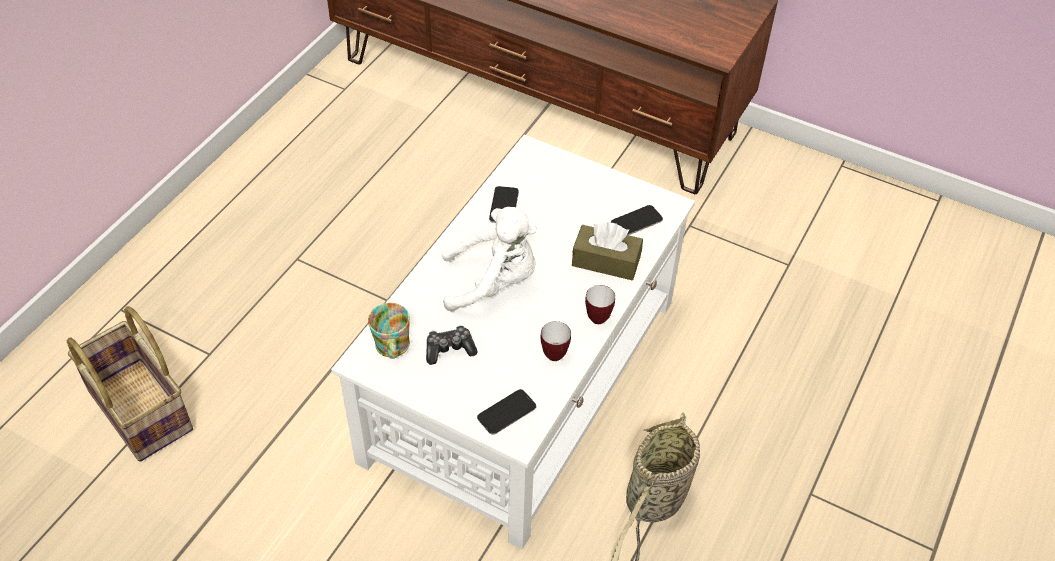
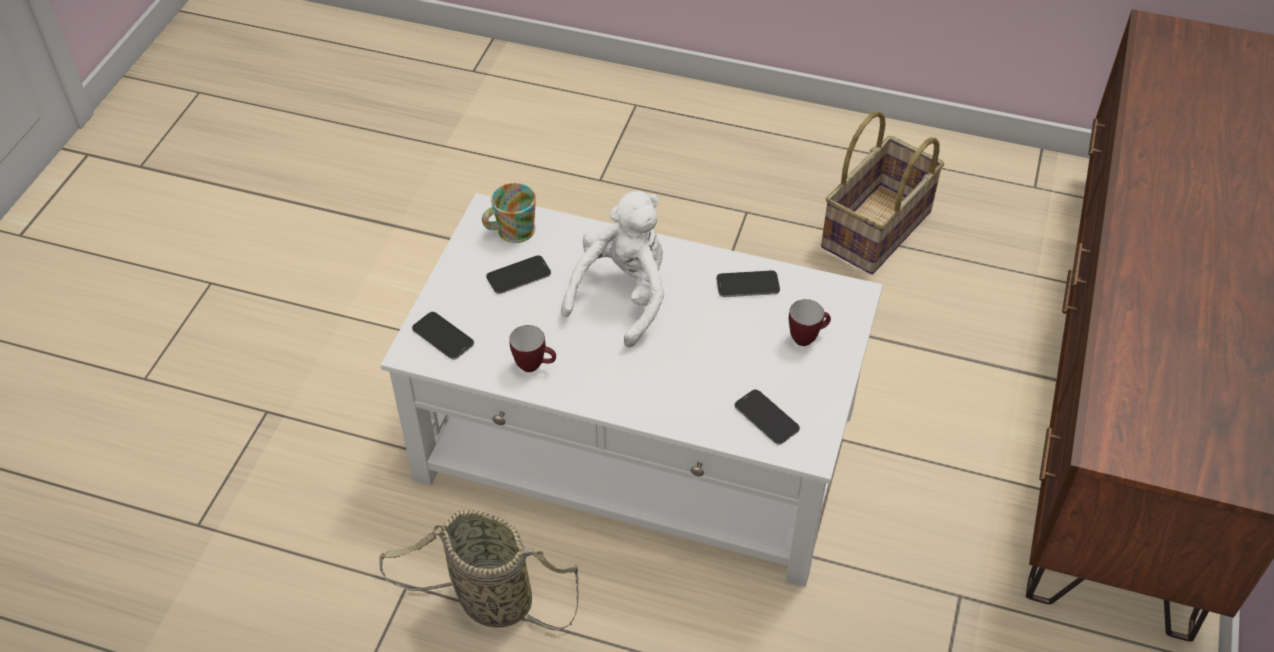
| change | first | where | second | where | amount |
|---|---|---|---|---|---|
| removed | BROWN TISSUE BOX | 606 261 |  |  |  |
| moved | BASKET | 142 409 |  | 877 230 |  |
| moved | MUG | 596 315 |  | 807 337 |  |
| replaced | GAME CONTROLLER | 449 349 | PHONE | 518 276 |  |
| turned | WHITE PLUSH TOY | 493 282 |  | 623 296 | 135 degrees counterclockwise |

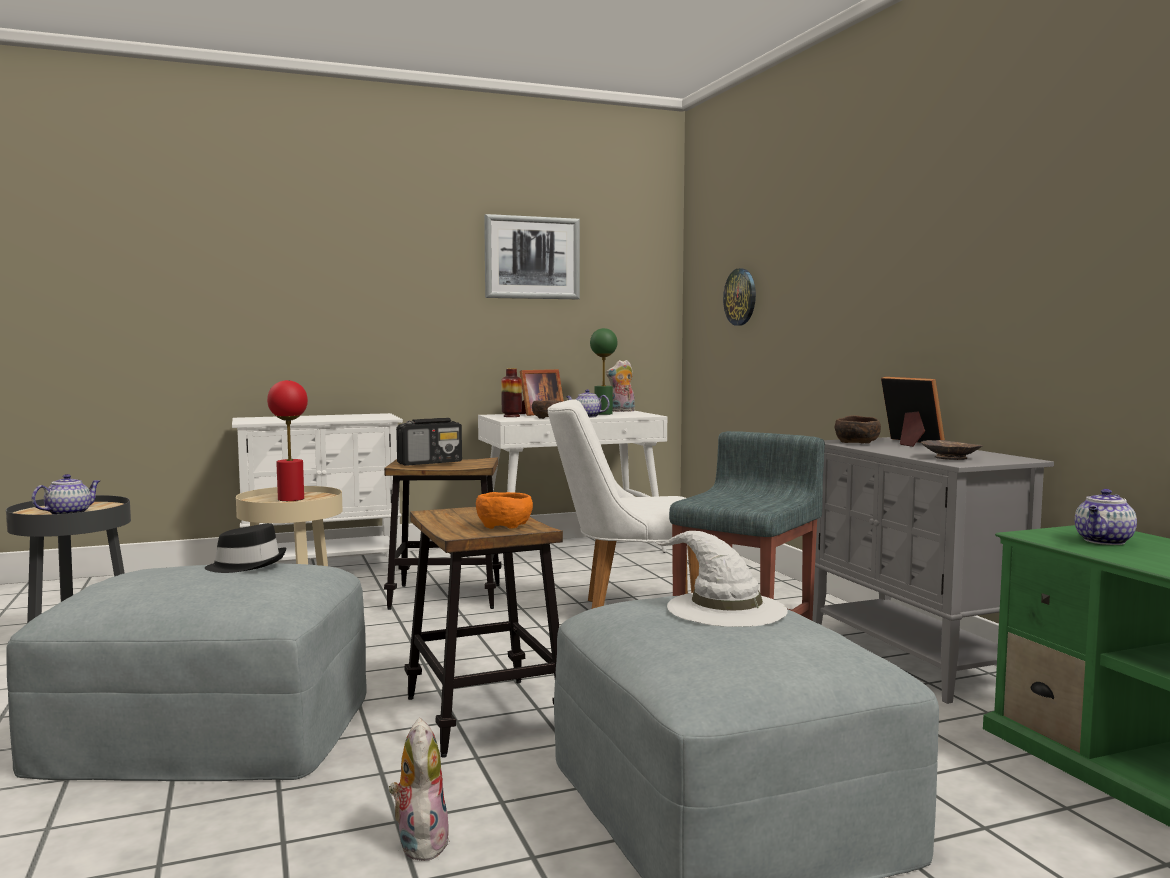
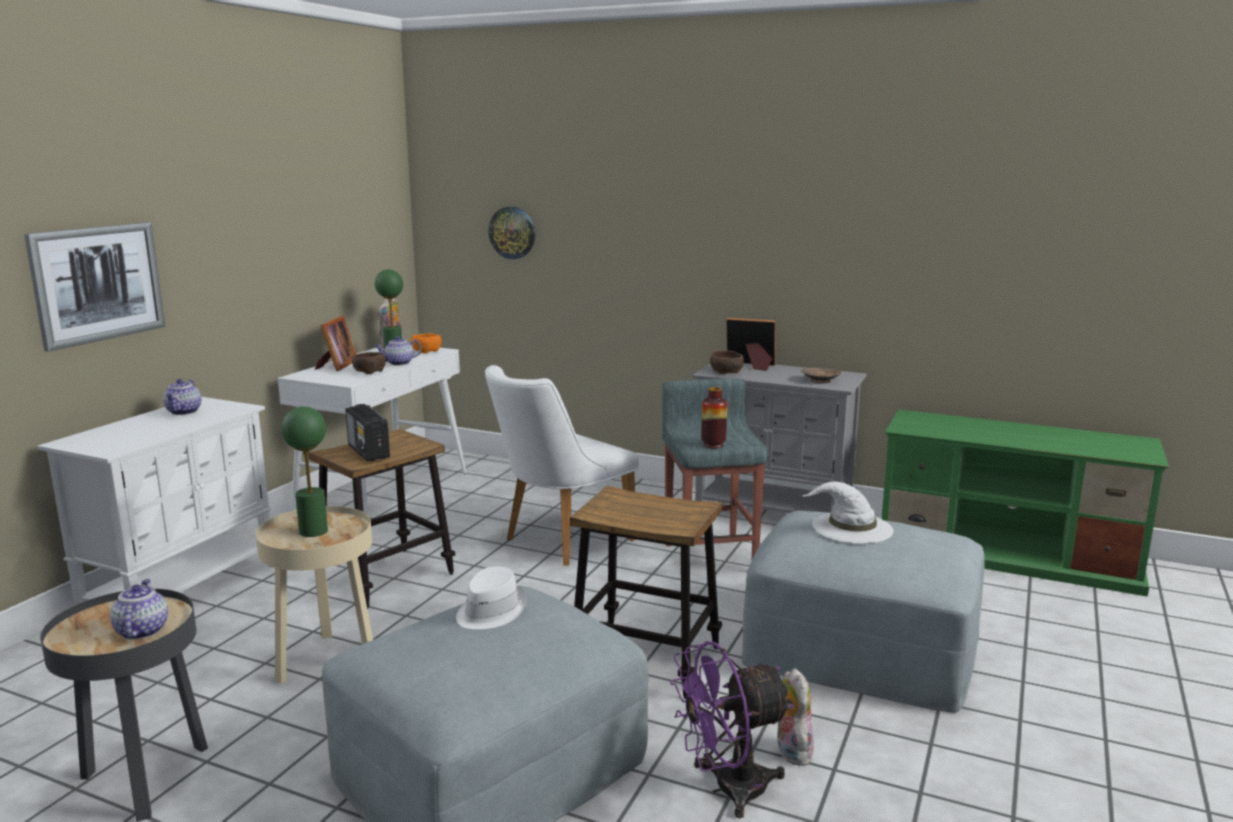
| change | first | where | second | where | amount |
|---|---|---|---|---|---|
| added |  |  | PURPLE FAN | 727 789 |  |
| moved | ORANGE BOWL | 503 525 |  | 426 351 |  |
| moved | PICTURE | 532 258 |  | 98 283 |  |
| moved | VASE | 511 416 |  | 713 445 |  |
| moved | TEAPOT | 1104 541 |  | 184 412 |  |
| recoloured | BLACK HAT | 247 565 | WHITE HAT | 490 611 |  |
| recoloured | RED TABLE LAMP | 291 499 | GREEN TABLE LAMP | 313 531 |  |
| turned | PLUSH TOY | 419 842 |  | 790 751 | 45 degrees clockwise |
| turned | RADIO | 430 462 |  | 368 452 | 135 degrees clockwise |

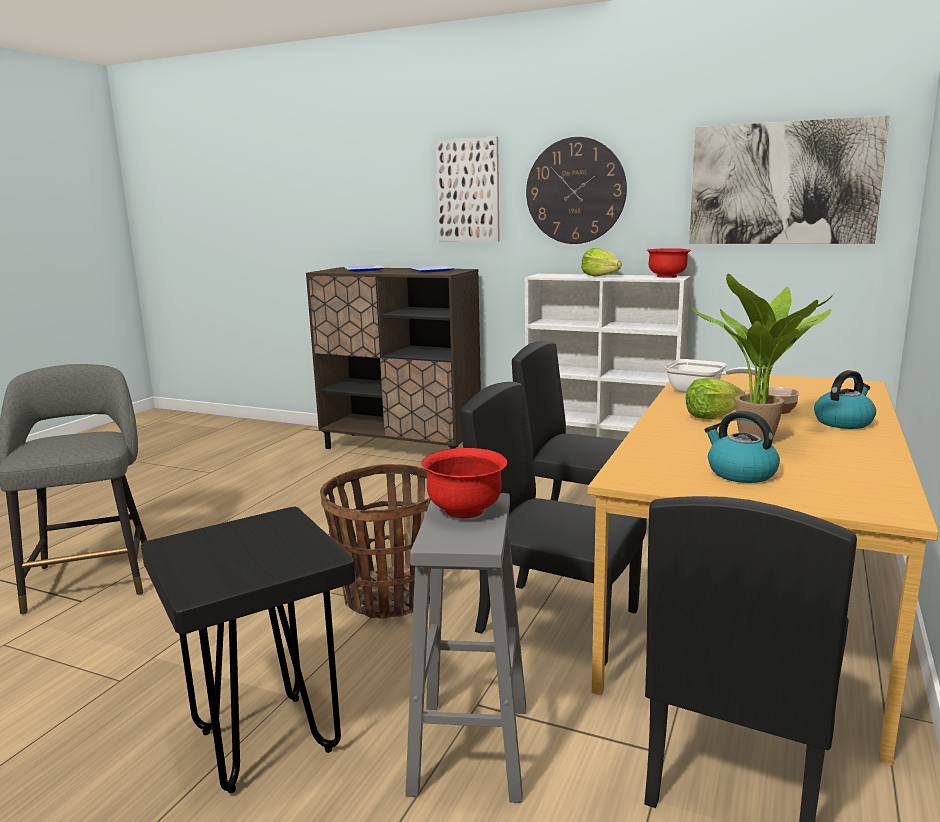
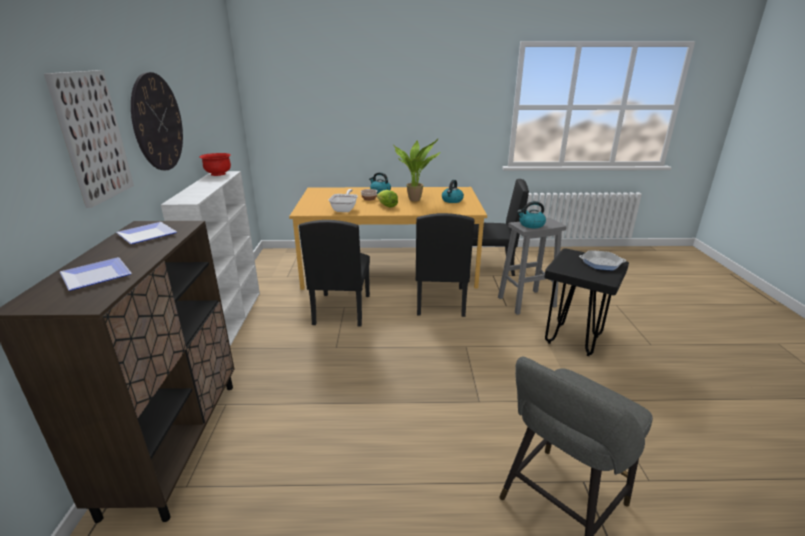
| change | first | where | second | where | amount |
|---|---|---|---|---|---|
| removed | BASKET | 390 597 |  |  |  |
| removed | LETTUCE | 600 276 |  |  |  |
| removed | PICTURE | 783 183 |  |  |  |
| added |  |  | FRYING PAN | 601 263 |  |
| replaced | RED BOWL | 465 511 | KETTLE | 531 225 |  |

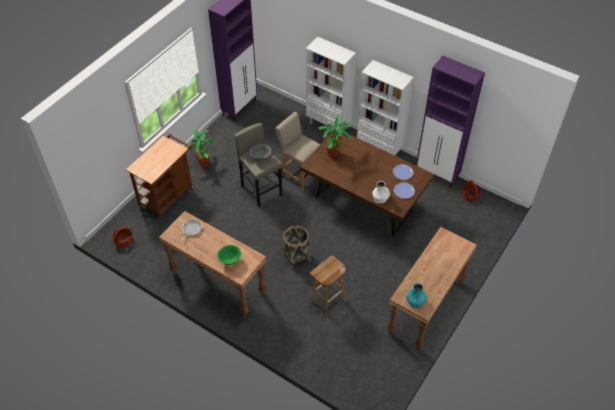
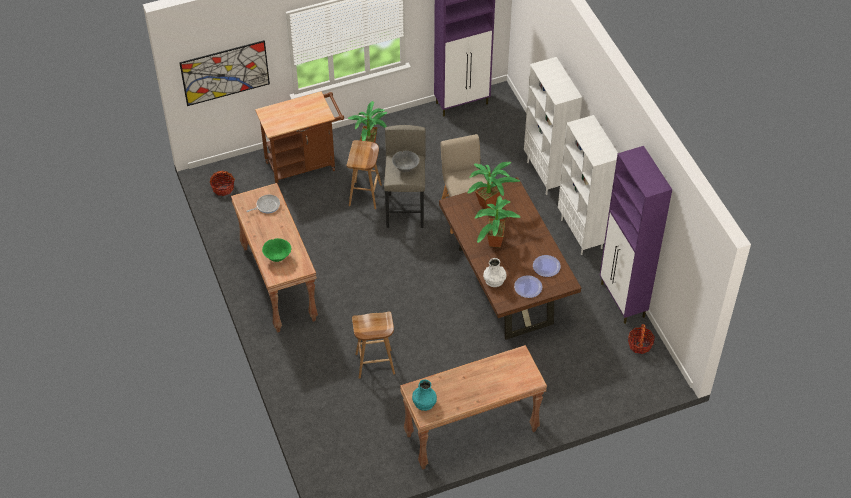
| change | first | where | second | where | amount |
|---|---|---|---|---|---|
| removed | BASKET | 296 256 |  |  |  |
| added |  |  | PICTURE | 225 73 |  |
| added |  |  | BROWN STOOL | 365 195 |  |
| added |  |  | POTTED PLANT | 493 245 |  |

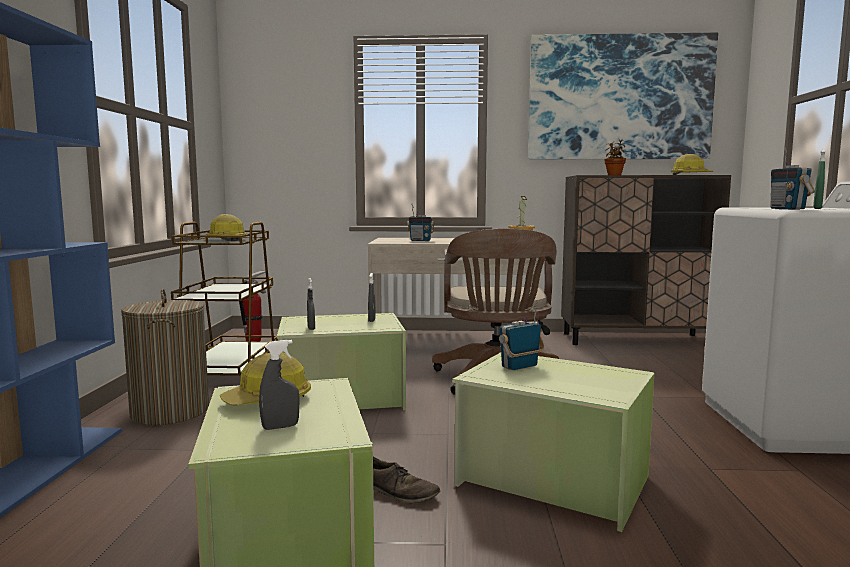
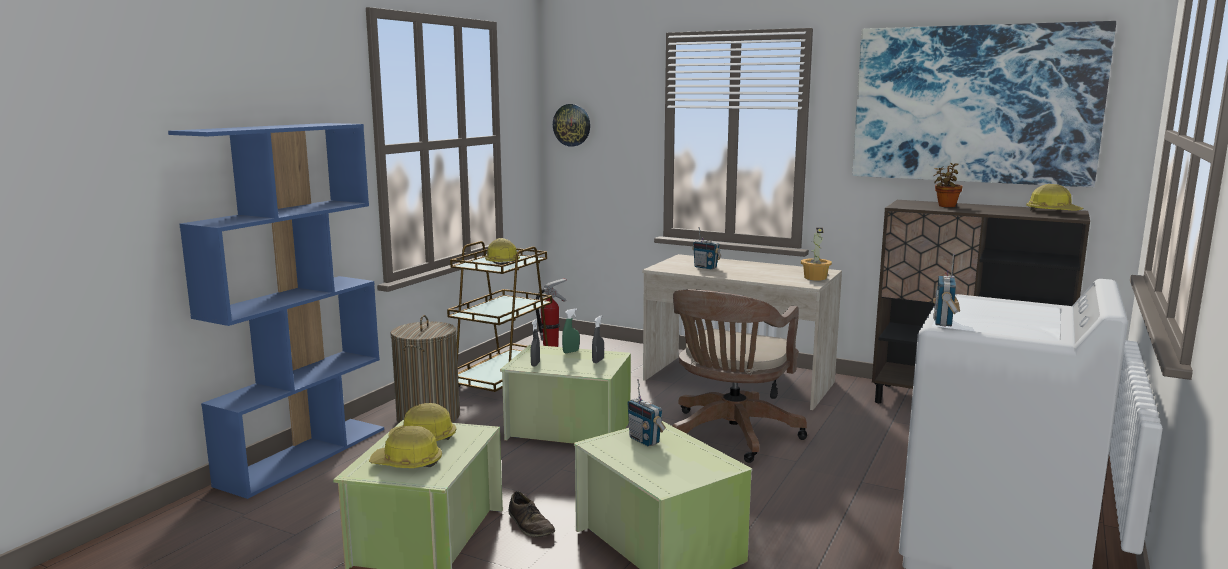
| change | first | where | second | where | amount |
|---|---|---|---|---|---|
| added |  |  | WALL CLOCK | 572 125 |  |
| moved | GREEN SPRAY BOTTLE | 817 208 |  | 571 352 |  |
| replaced | GREY SPRAY BOTTLE | 280 427 | HARD HAT | 407 463 |  |
| turned | RADIO | 520 367 |  | 644 440 | 120 degrees counterclockwise |

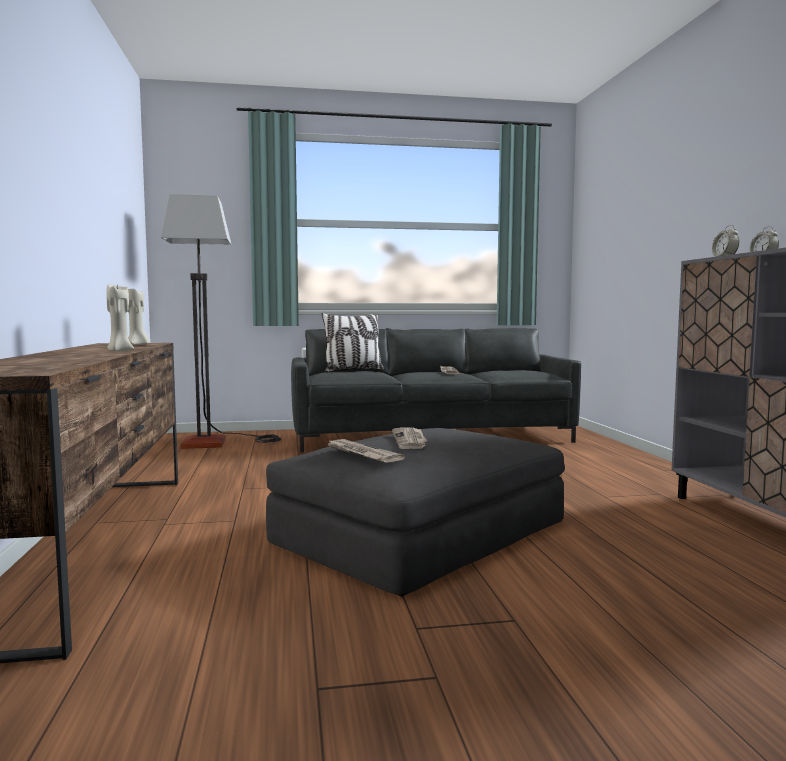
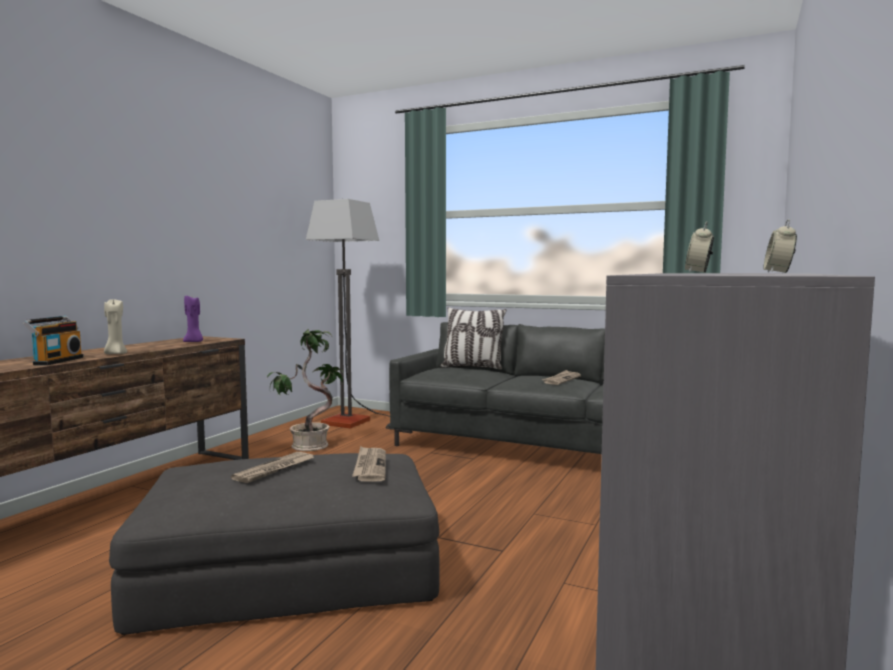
| change | first | where | second | where | amount |
|---|---|---|---|---|---|
| added |  |  | RADIO | 56 361 |  |
| added |  |  | POTTED PLANT | 309 445 |  |
| moved | NEWSPAPER | 361 453 |  | 370 466 |  |
| recoloured | BEIGE CANDLE | 137 345 | PURPLE CANDLE | 194 342 |  |

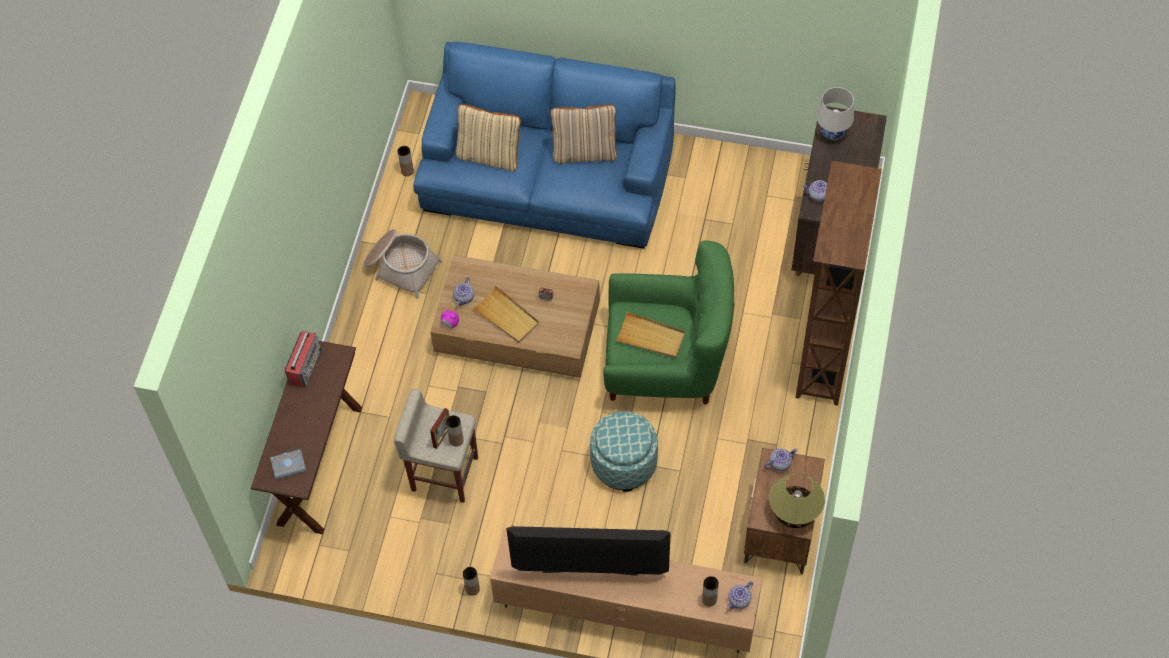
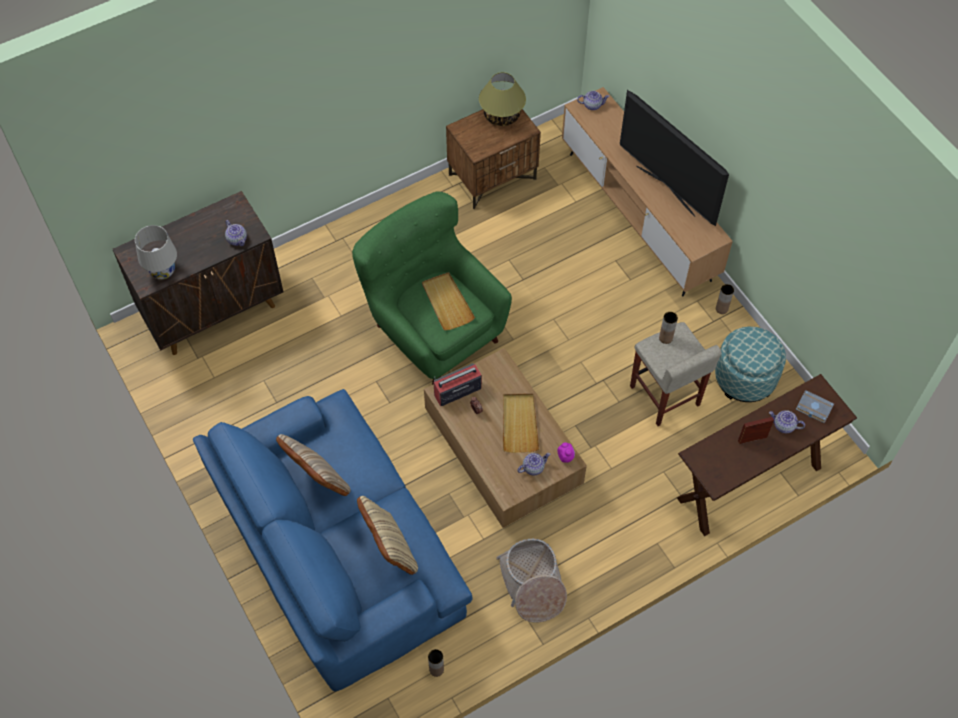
| change | first | where | second | where | amount |
|---|---|---|---|---|---|
| removed | BROWN VASE | 709 599 |  |  |  |
| removed | BROWN BOOKCASE | 823 358 |  |  |  |
| moved | RADIO | 305 365 |  | 457 391 |  |
| moved | PICTURE FRAME | 442 436 |  | 752 439 |  |
| moved | OTTOMAN | 624 463 |  | 745 378 |  |
| moved | TEAPOT | 780 463 |  | 783 426 |  |

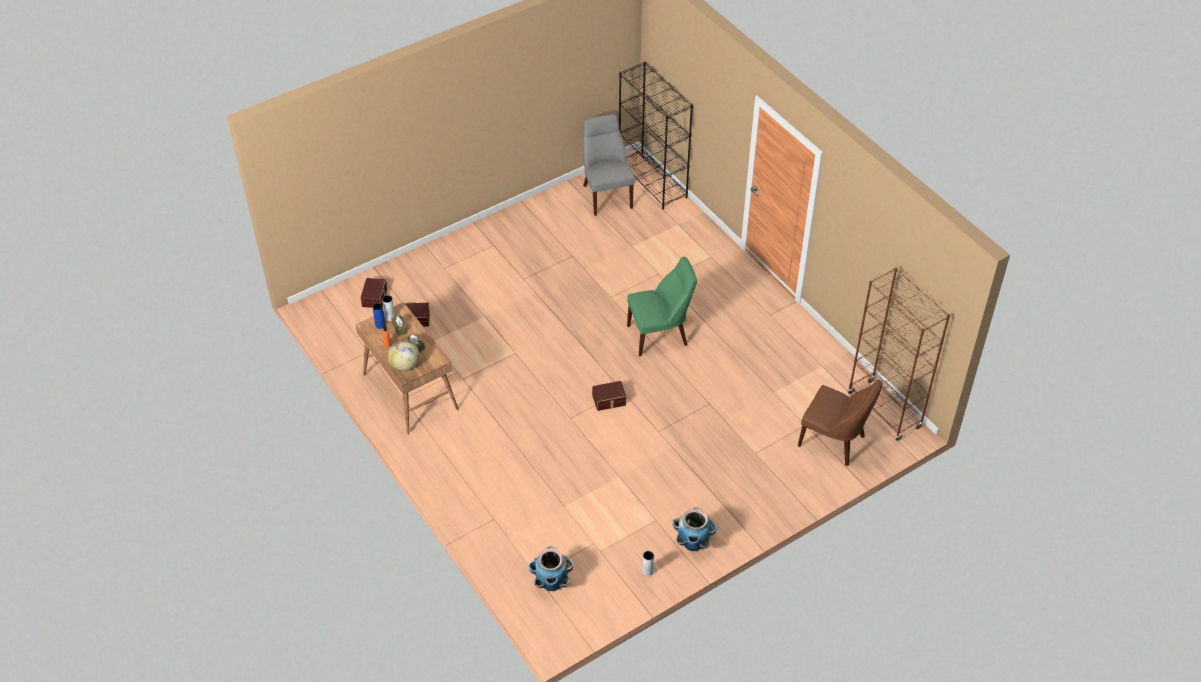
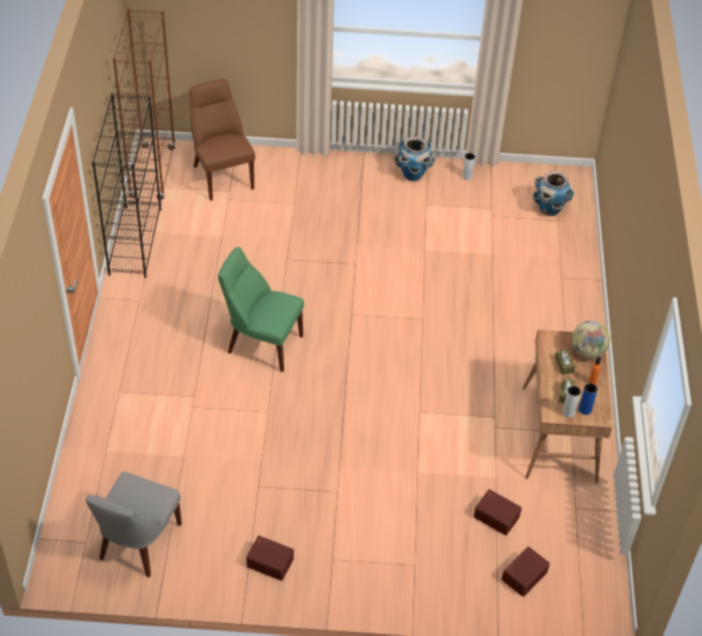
| change | first | where | second | where | amount |
|---|---|---|---|---|---|
| moved | BROWN STORAGE BOX | 609 400 |  | 270 561 |  |
| moved | BLACK BOOKCASE | 653 181 |  | 135 241 |  |

